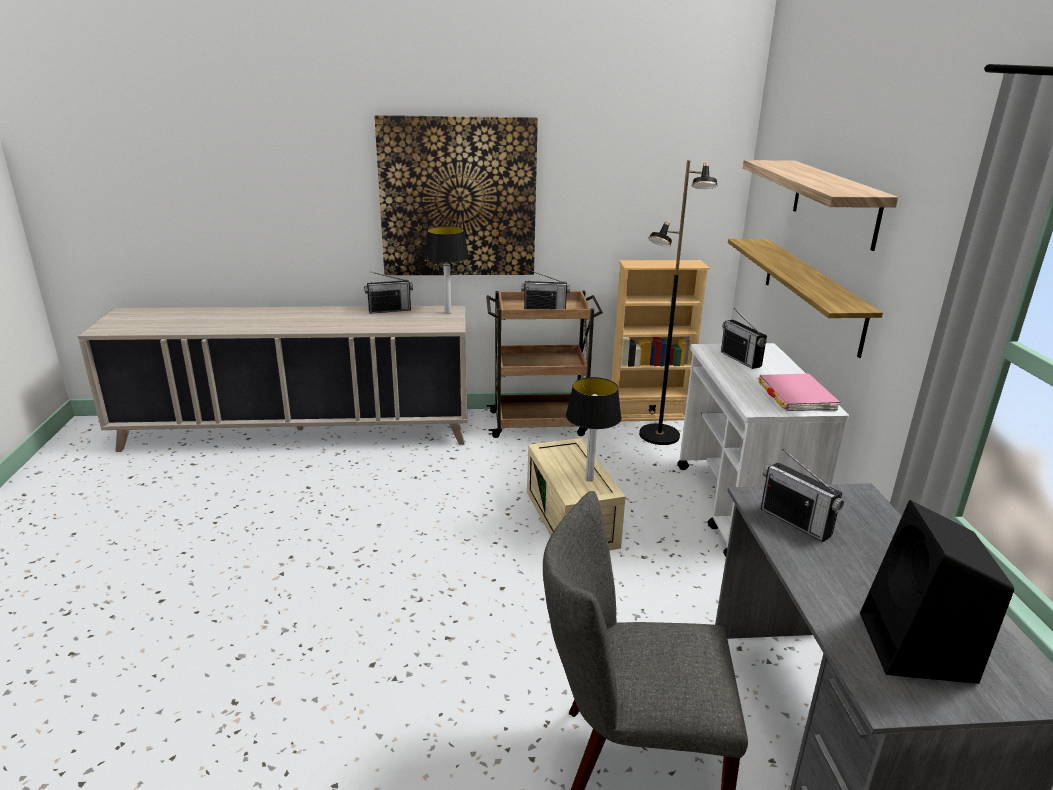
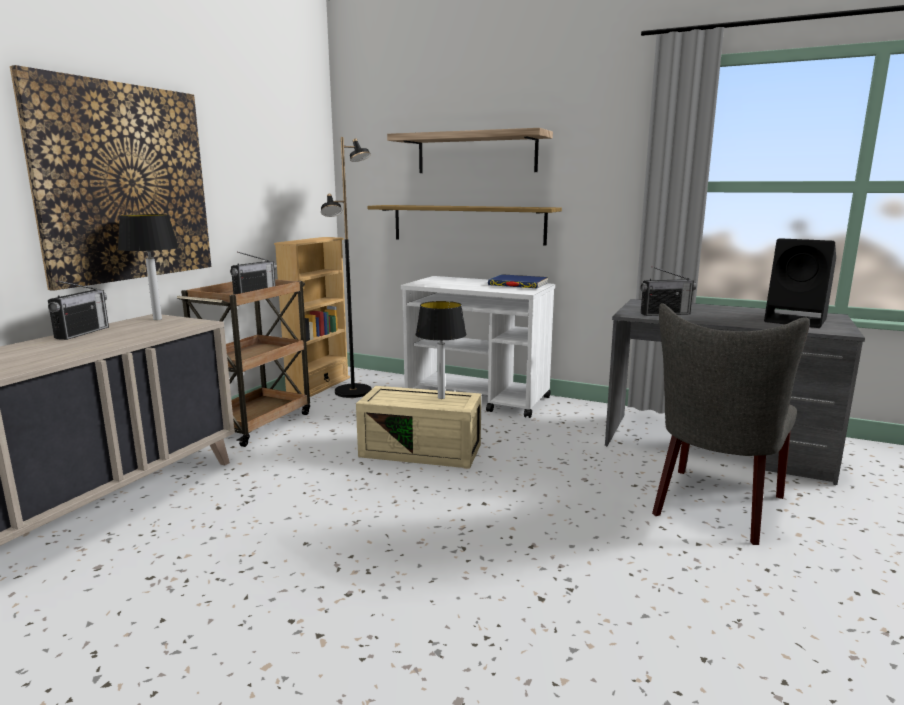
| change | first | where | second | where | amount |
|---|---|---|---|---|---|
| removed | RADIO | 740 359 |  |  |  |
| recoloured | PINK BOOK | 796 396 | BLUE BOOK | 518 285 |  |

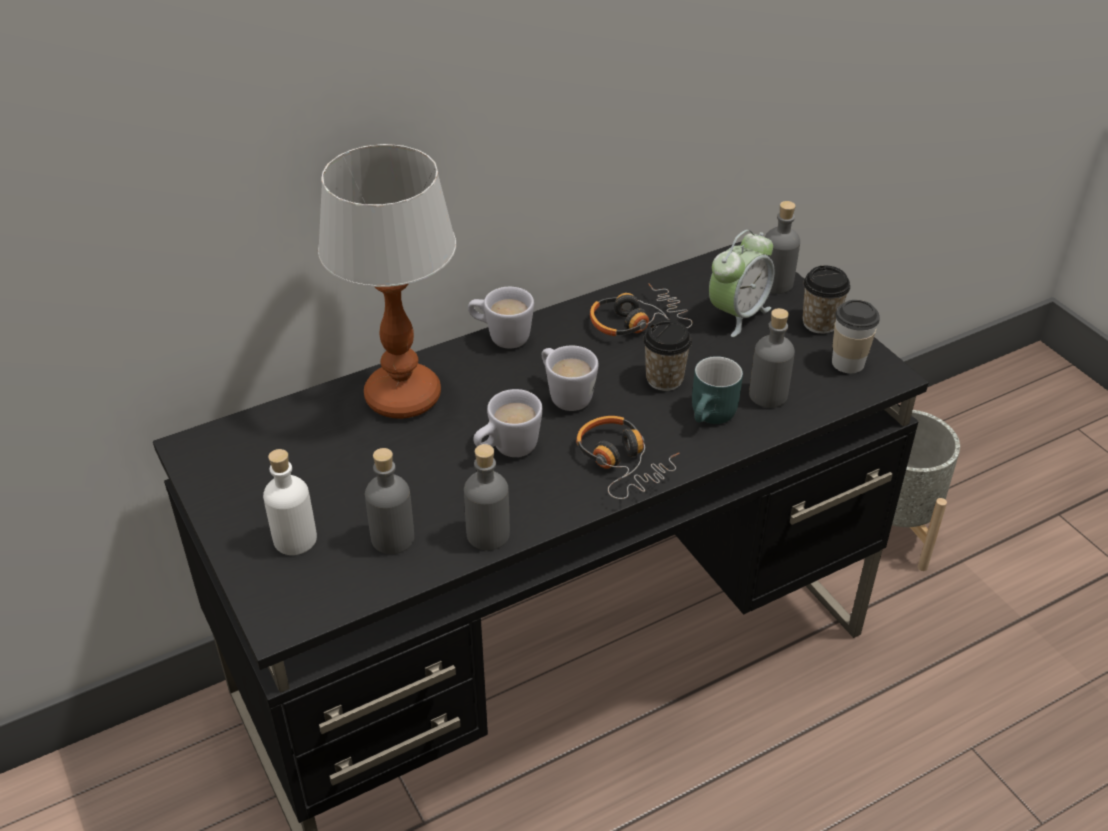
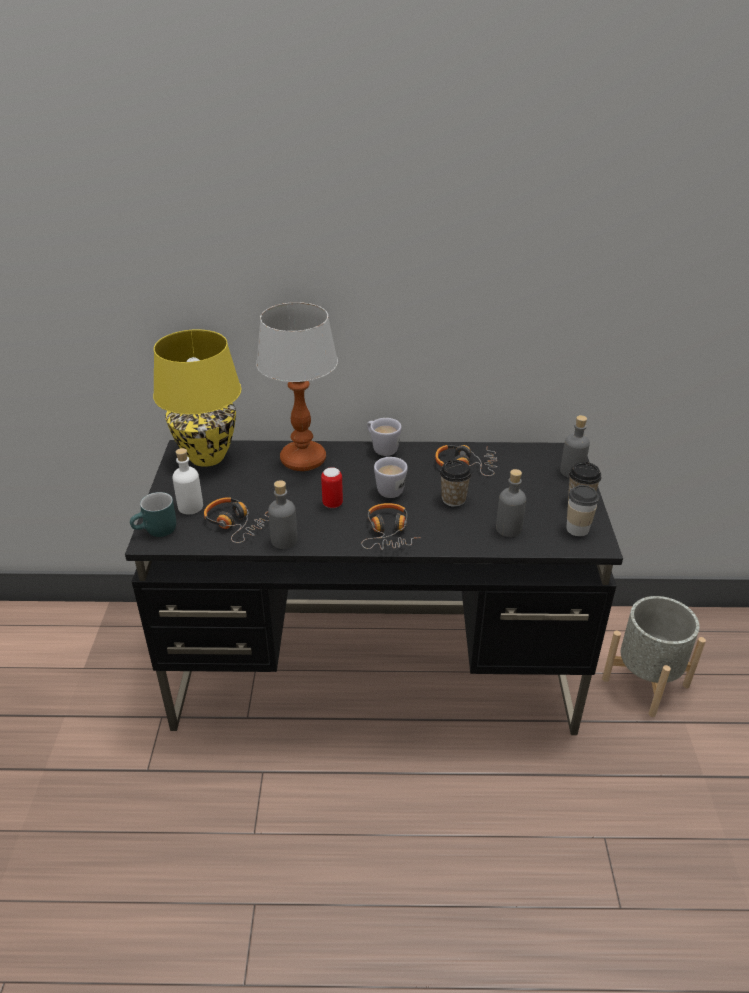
| change | first | where | second | where | amount |
|---|---|---|---|---|---|
| removed | ALARM CLOCK | 737 315 |  |  |  |
| added |  |  | YELLOW TABLE LAMP | 207 458 |  |
| moved | TURQUOISE MUG | 713 416 |  | 157 531 |  |
| replaced | GREY BOTTLE | 392 538 | HEADPHONES | 236 524 |  |
| replaced | WHITE MUG | 507 450 | CAN | 332 504 |  |

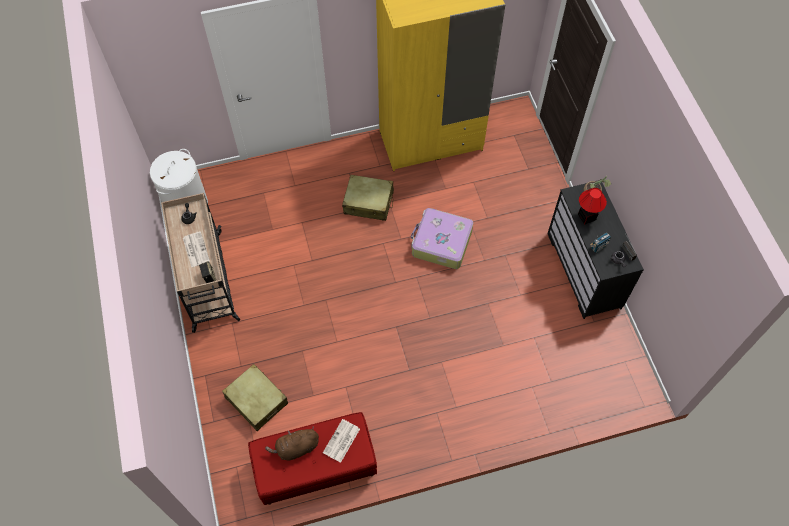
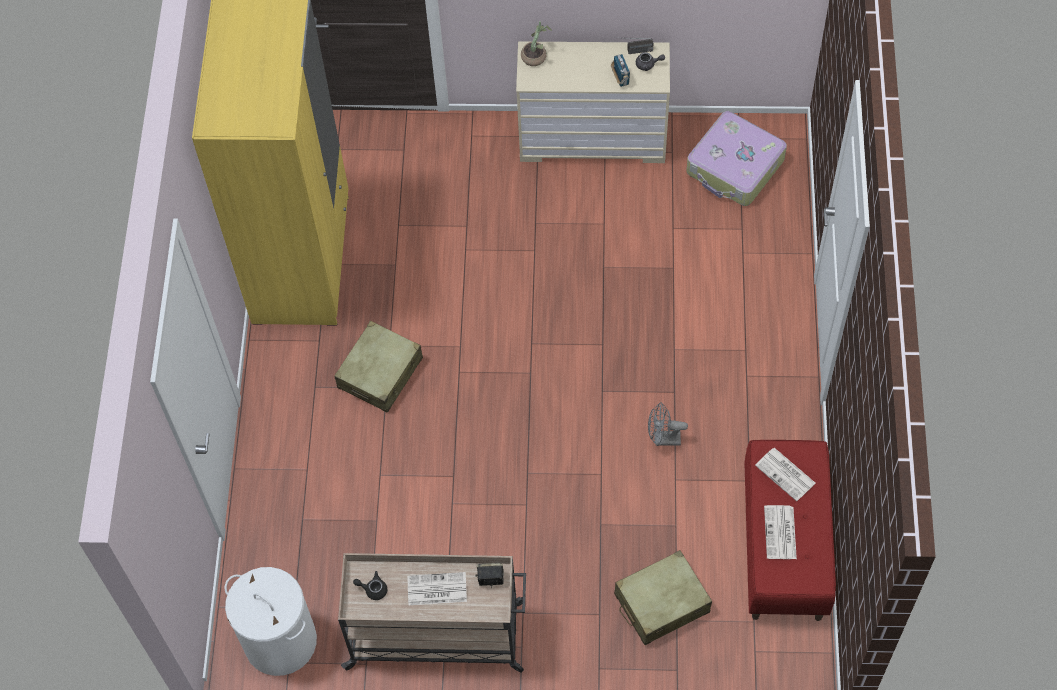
| change | first | where | second | where | amount |
|---|---|---|---|---|---|
| removed | TABLE LAMP | 586 216 |  |  |  |
| added |  |  | GREY FAN | 663 439 |  |
| moved | SUITCASE | 441 243 |  | 735 167 |  |
| replaced | BROWN PLUSH TOY | 296 448 | NEWSPAPER | 780 533 |  |
| recoloured | BLACK DRESSER | 584 270 | BEIGE DRESSER | 593 137 |  |

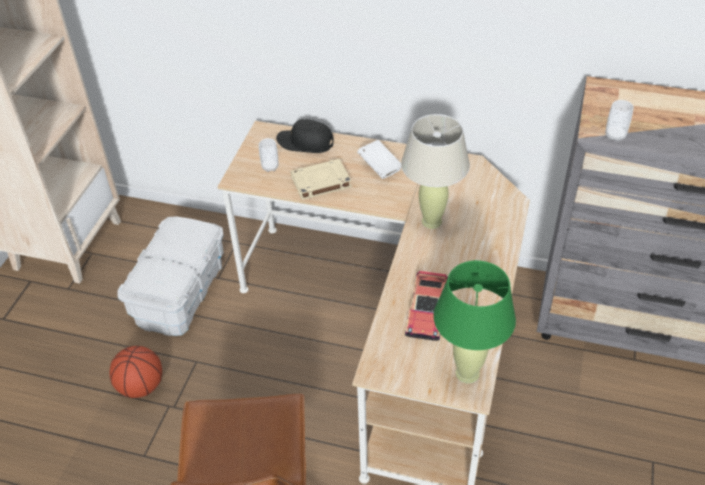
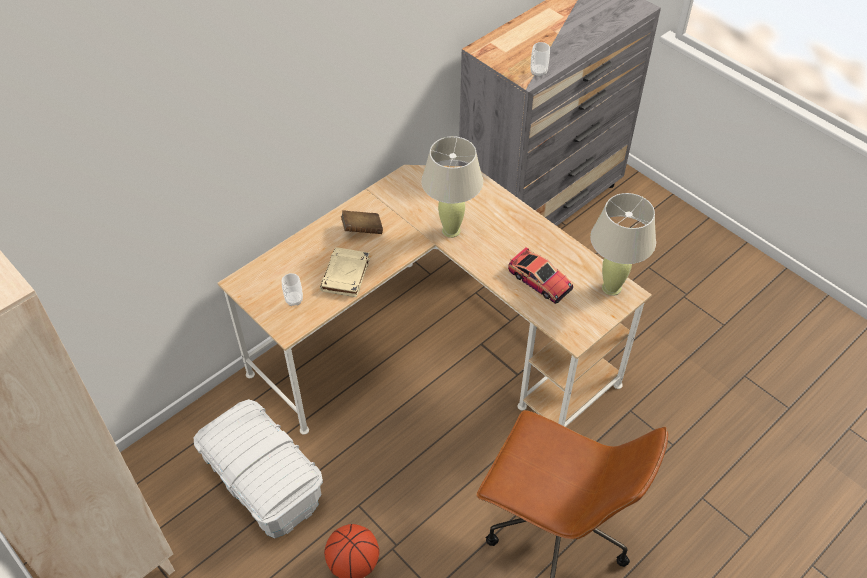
| change | first | where | second | where | amount |
|---|---|---|---|---|---|
| removed | BLACK CAP | 305 142 |  |  |  |
| recoloured | WHITE BOOK | 380 167 | BROWN BOOK | 362 229 |  |
| recoloured | GREEN TABLE LAMP | 467 373 | BEIGE TABLE LAMP | 611 287 |  |

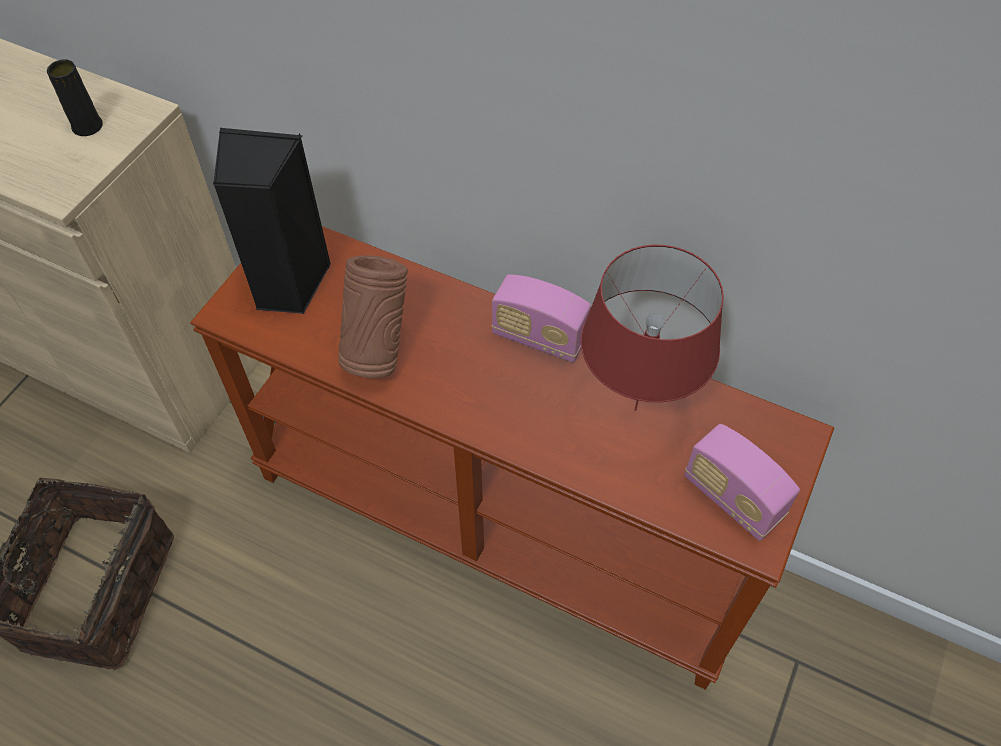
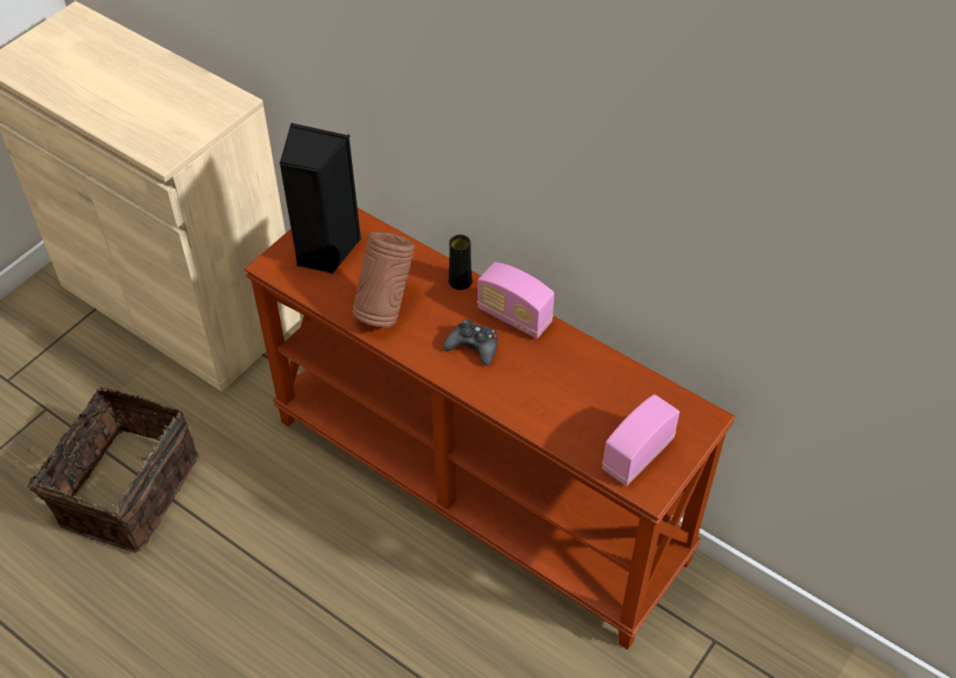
| change | first | where | second | where | amount |
|---|---|---|---|---|---|
| removed | RED TABLE LAMP | 636 411 |  |  |  |
| added |  |  | BLACK GAME CONTROLLER | 473 346 |  |
| moved | BLACK VASE | 87 126 |  | 460 281 |  |
| turned | RADIO | 732 498 |  | 637 455 | 75 degrees clockwise |

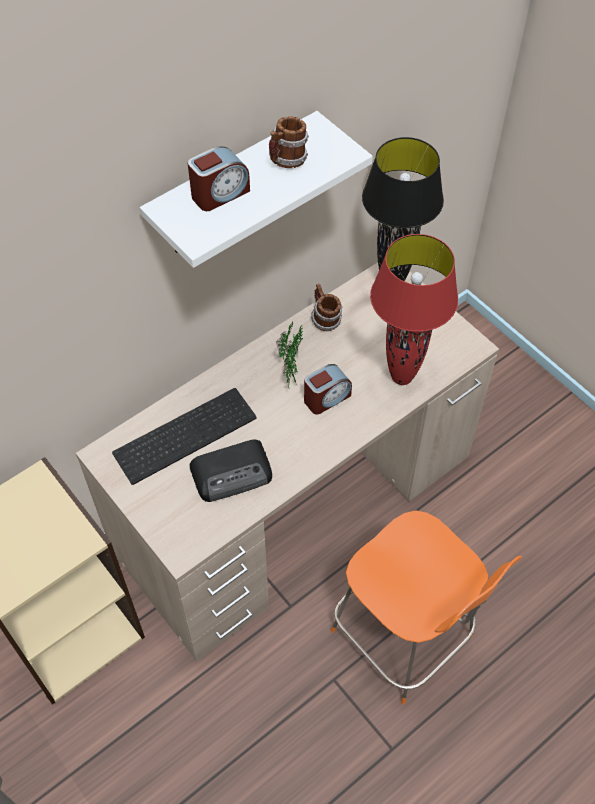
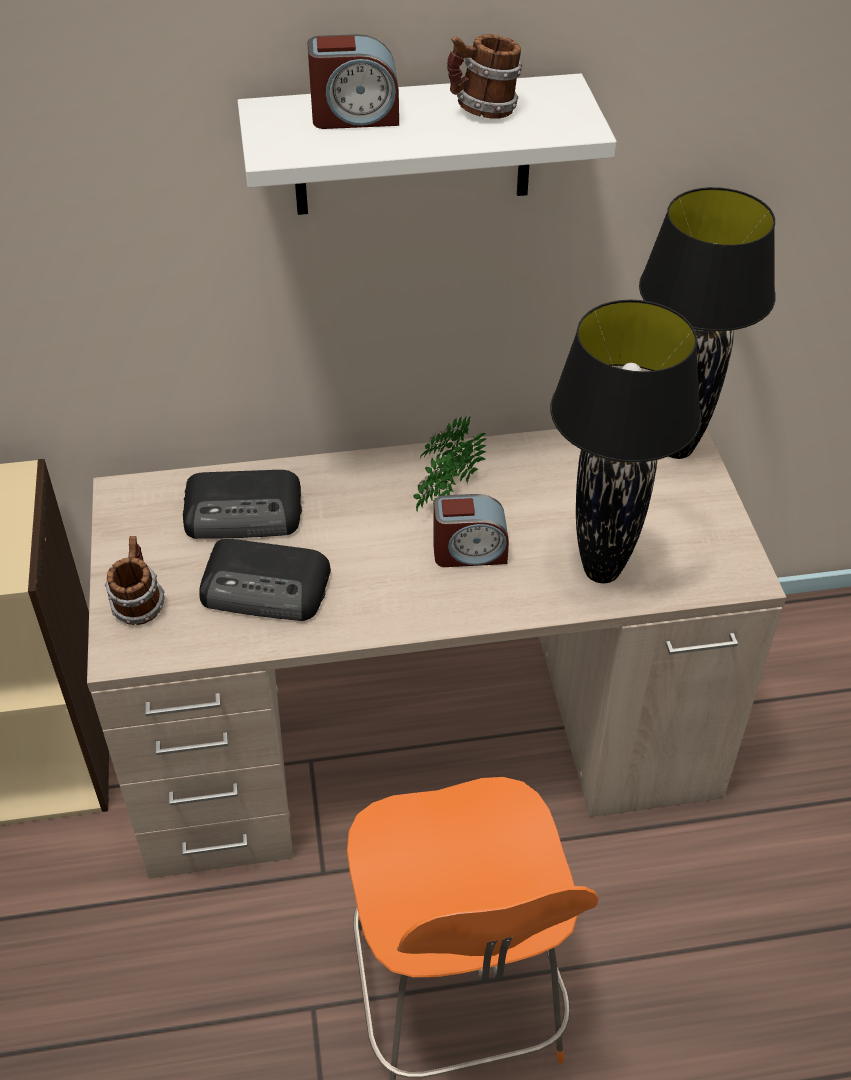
| change | first | where | second | where | amount |
|---|---|---|---|---|---|
| moved | MUG | 324 320 |  | 138 605 |  |
| replaced | KEYBOARD | 185 433 | RADIO | 245 513 |  |
| recoloured | RED TABLE LAMP | 402 376 | BLACK TABLE LAMP | 602 571 |  |

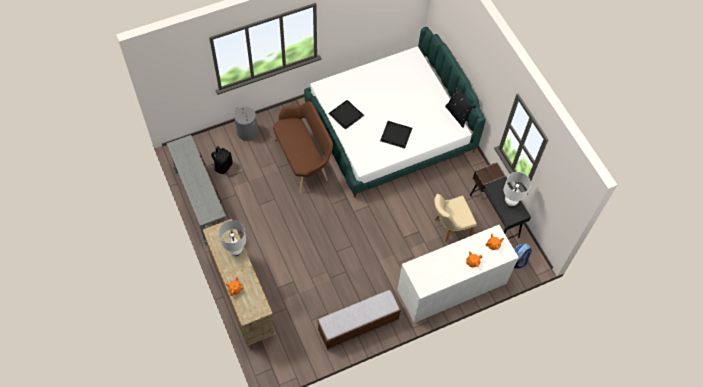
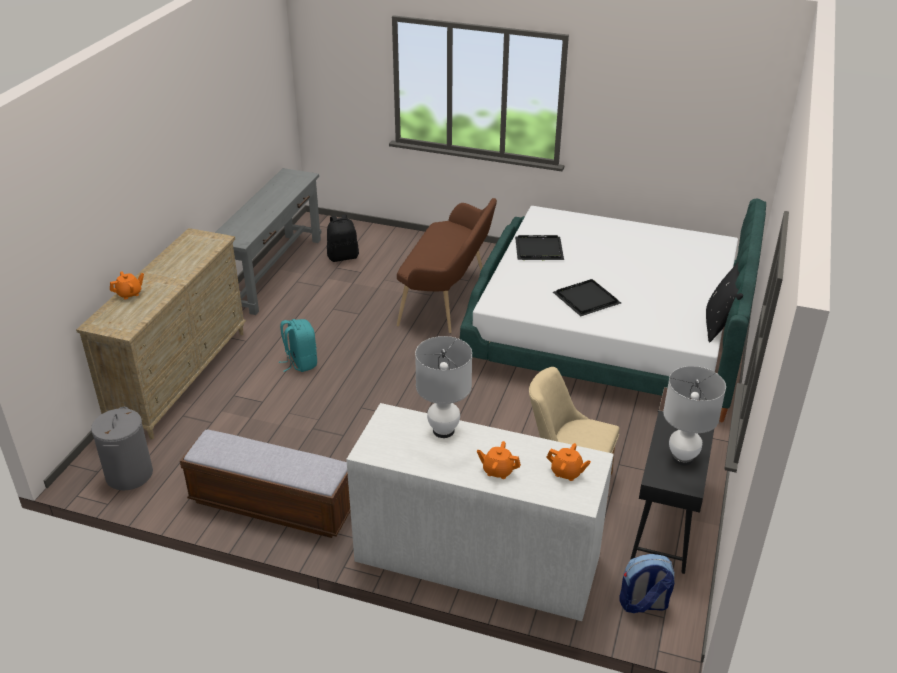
| change | first | where | second | where | amount |
|---|---|---|---|---|---|
| added |  |  | TURQUOISE BACKPACK | 300 363 |  |
| moved | WHITE TABLE LAMP | 236 251 |  | 443 431 |  |
| moved | GREY LAUNDRY BASKET | 247 132 |  | 129 474 |  |

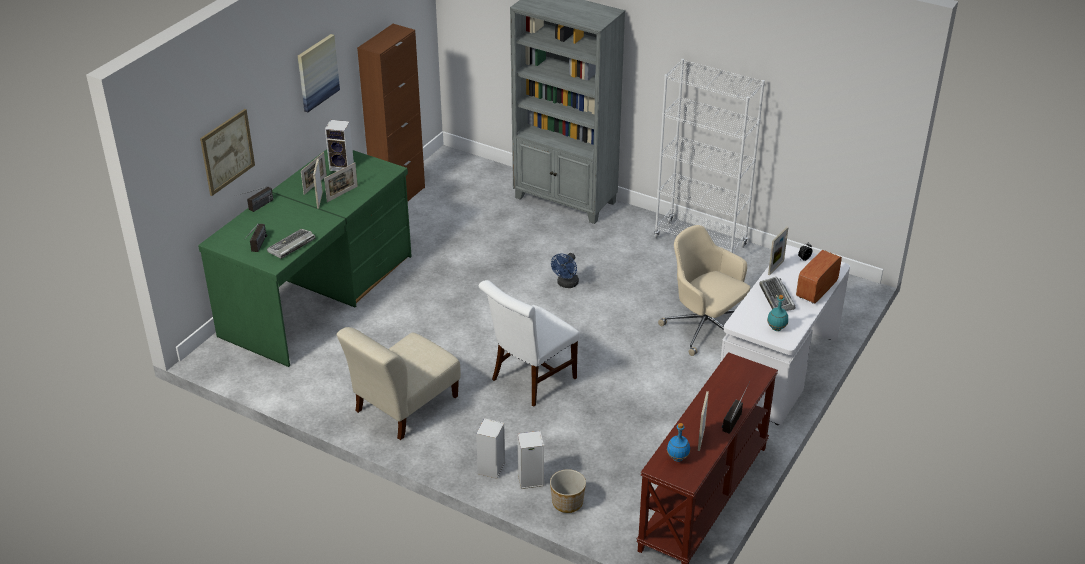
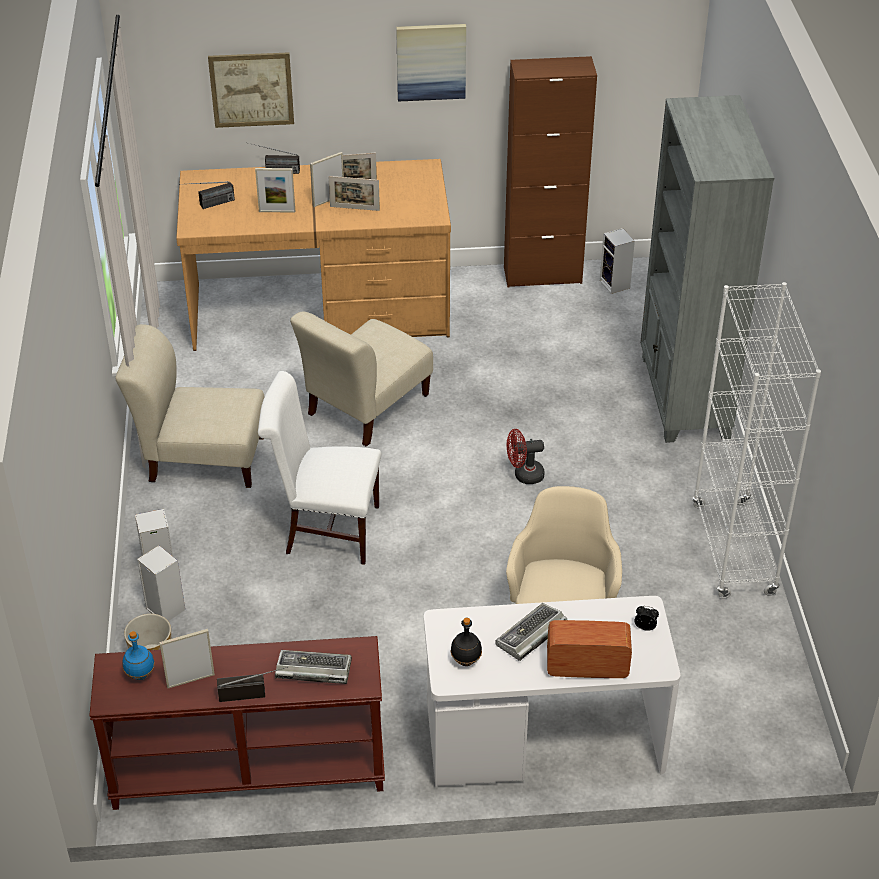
| change | first | where | second | where | amount |
|---|---|---|---|---|---|
| added |  |  | BEIGE CHAIR | 365 408 |  |
| moved | KEYBOARD | 291 246 |  | 312 670 |  |
| moved | SPEAKER | 342 166 |  | 616 285 |  |
| moved | PICTURE FRAME | 776 267 |  | 277 211 |  |
| recoloured | GREEN DESK | 319 296 | BROWN DESK | 320 311 |  |
| recoloured | BLUE FAN | 566 284 | RED FAN | 524 475 |  |
| recoloured | TURQUOISE BOTTLE | 776 328 | BLACK BOTTLE | 465 661 |  |

